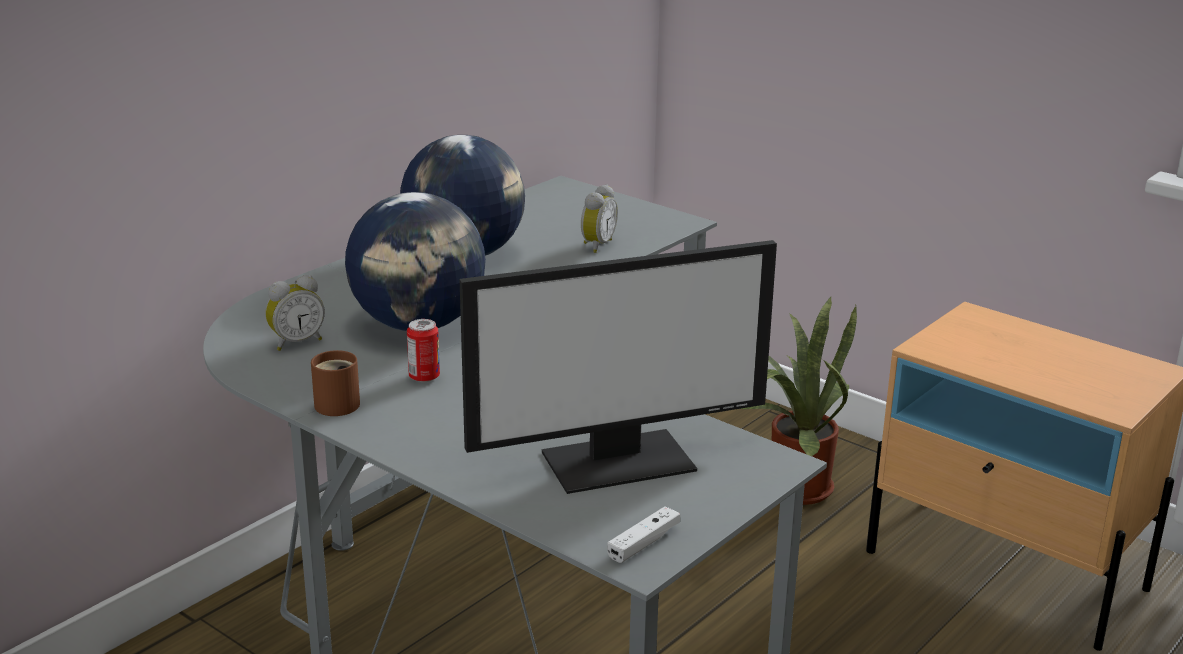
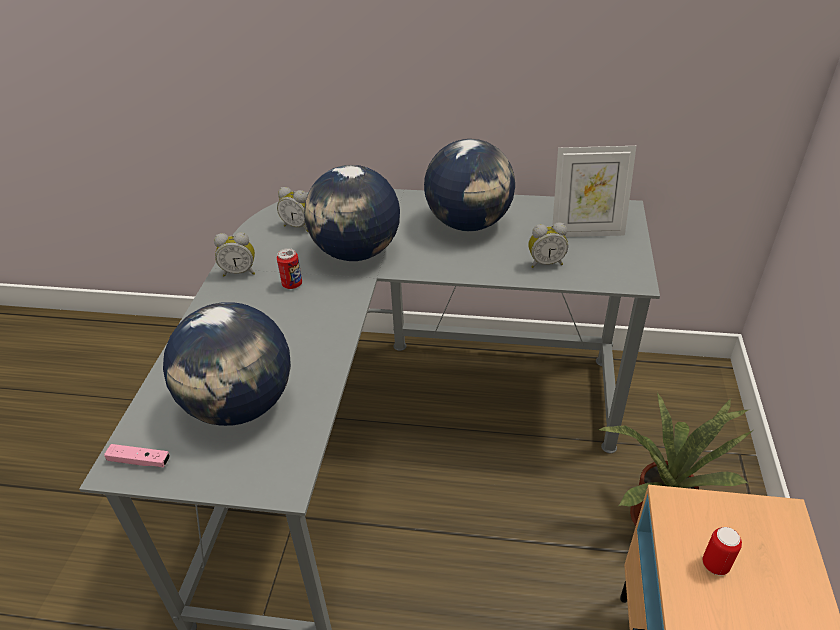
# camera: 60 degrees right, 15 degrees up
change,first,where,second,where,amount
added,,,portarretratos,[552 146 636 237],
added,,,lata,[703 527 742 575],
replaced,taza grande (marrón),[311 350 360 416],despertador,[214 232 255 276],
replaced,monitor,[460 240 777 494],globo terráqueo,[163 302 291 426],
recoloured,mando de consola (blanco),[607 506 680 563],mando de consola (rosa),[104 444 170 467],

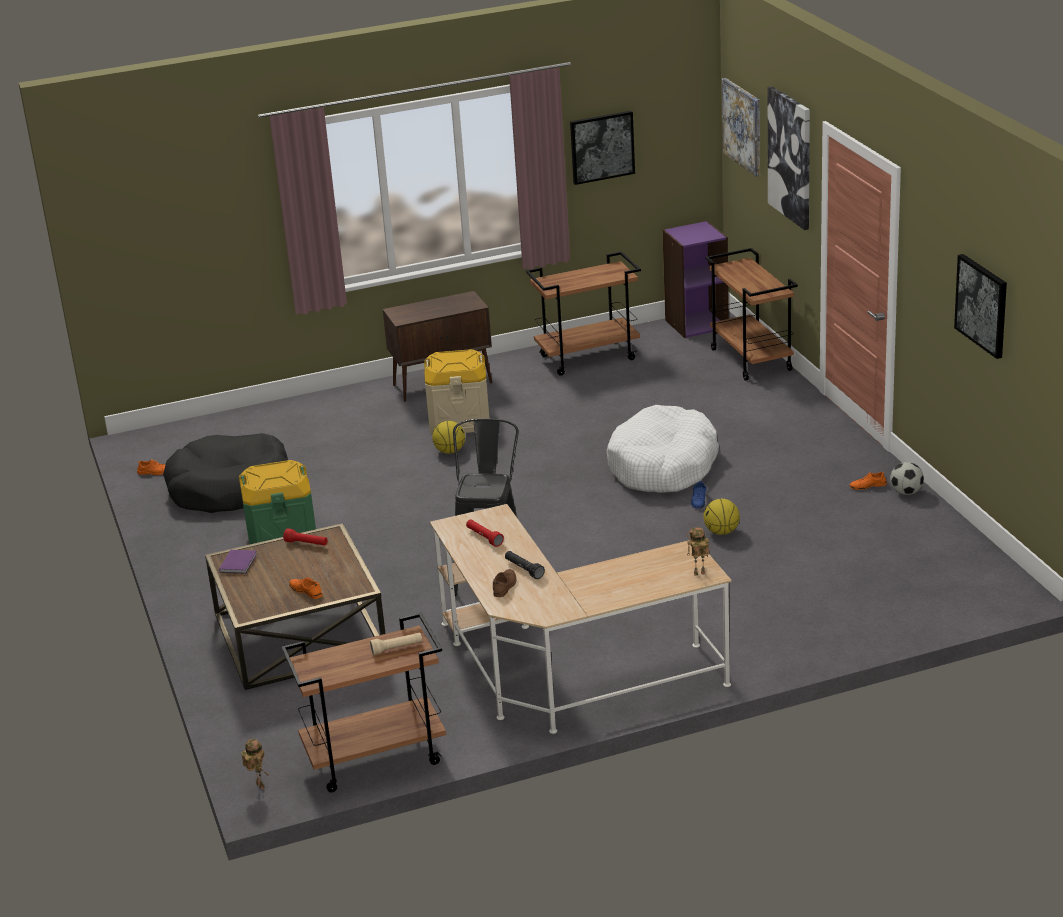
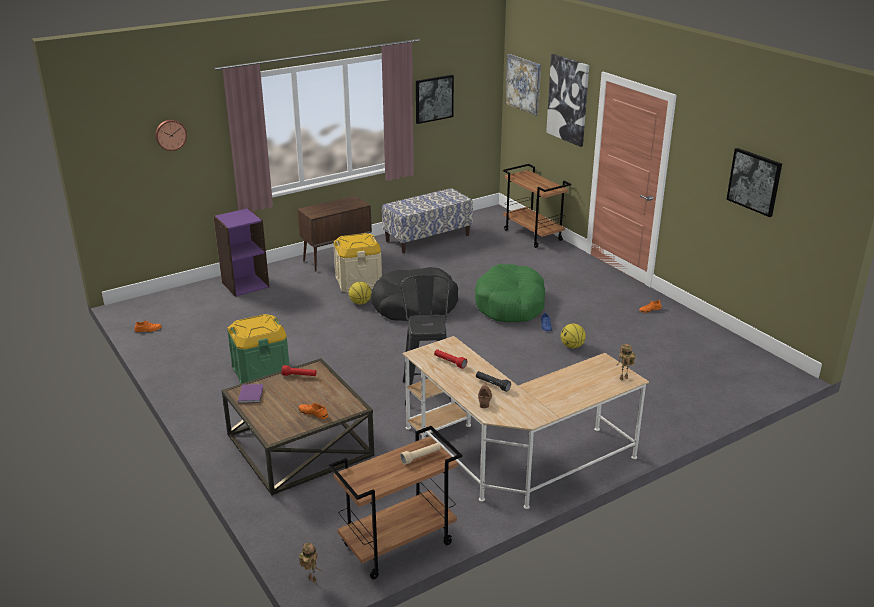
# camera: 15 degrees left, 0 degrees up
change,first,where,second,where,amount
removed,balón de fútbol,[890 462 924 495],,,
added,,,reloj de pared,[155 120 187 151],
moved,cama para perro (negro),[163 433 288 513],,[371 267 458 321],
moved,estantería (morado),[662 221 729 338],,[213 208 269 297],
replaced,carrito (marrón),[526 251 641 376],banco,[382 188 473 253],
recoloured,cama para perro (blanco),[607 405 719 493],cama para perro (verde),[475 264 545 322],

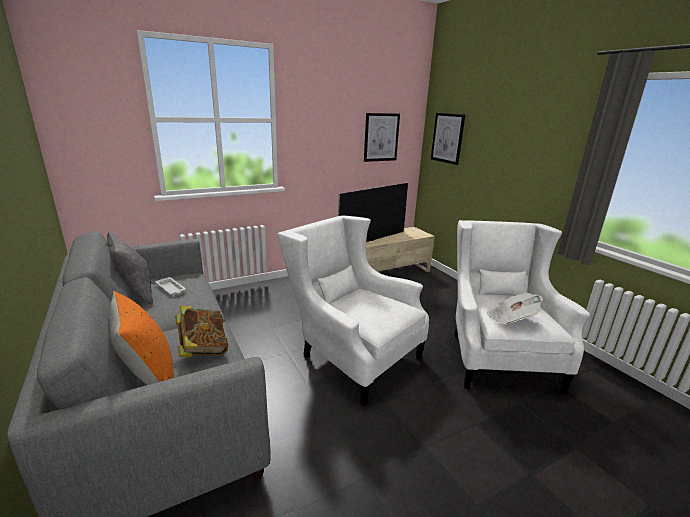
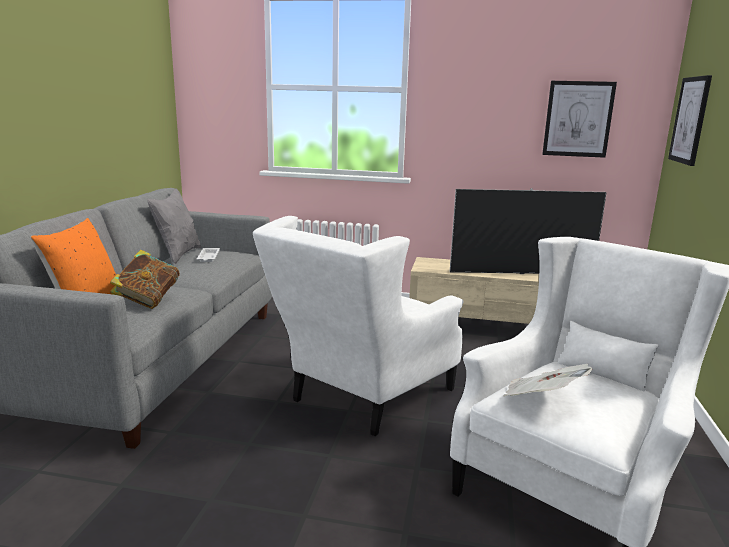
# camera: 40 degrees right, 5 degrees down
change,first,where,second,where,amount
turned,sillón (blanco),[277 216 429 407],,[253 216 463 437],135 degrees counterclockwise

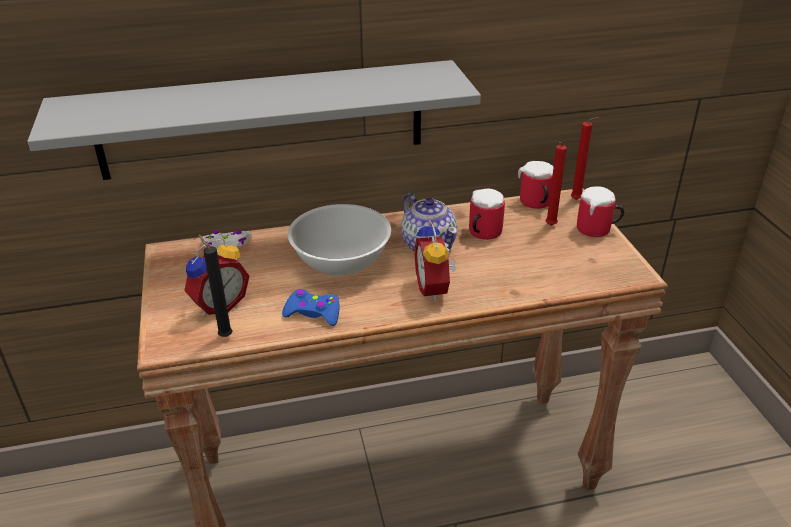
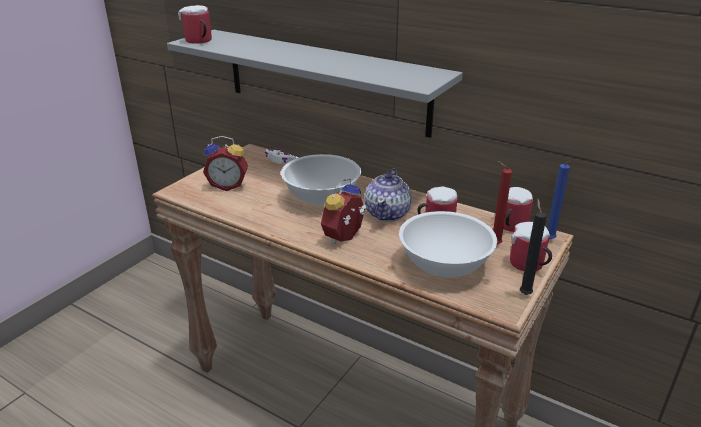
# camera: 45 degrees right, 5 degrees down
change,first,where,second,where,amount
removed,mando de consola (azul),[282 289 340 326],,,
added,,,taza grande,[178 5 212 44],
added,,,cuenco (blanco),[399 211 497 278],
moved,vela (negro),[199 235 233 337],,[520 199 547 295],
recoloured,vela (rojo),[571 117 598 200],vela (azul),[547 161 571 239],

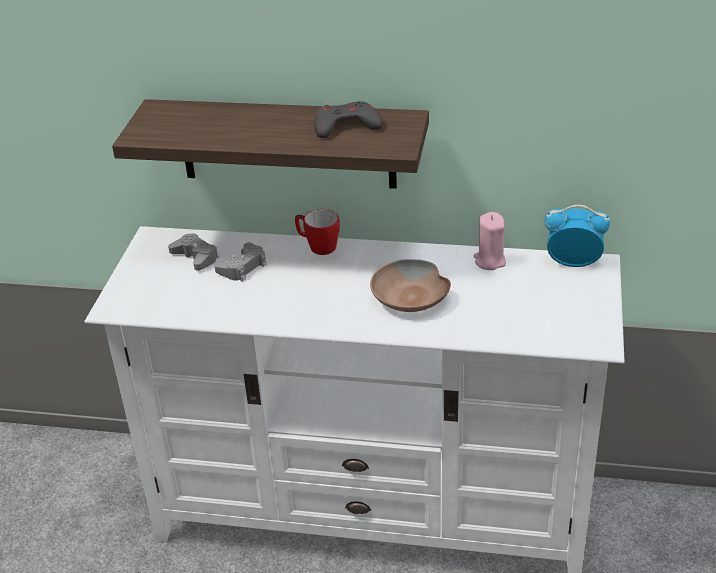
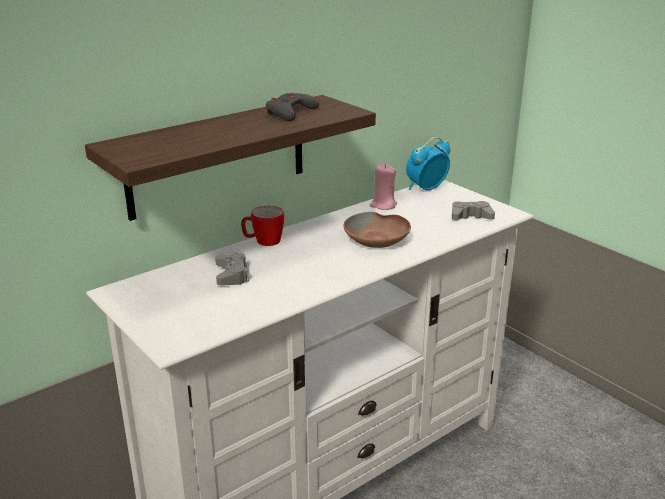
# camera: 50 degrees left, 10 degrees down
change,first,where,second,where,amount
moved,mando de consola (gris),[168 233 219 271],,[452 201 495 220],

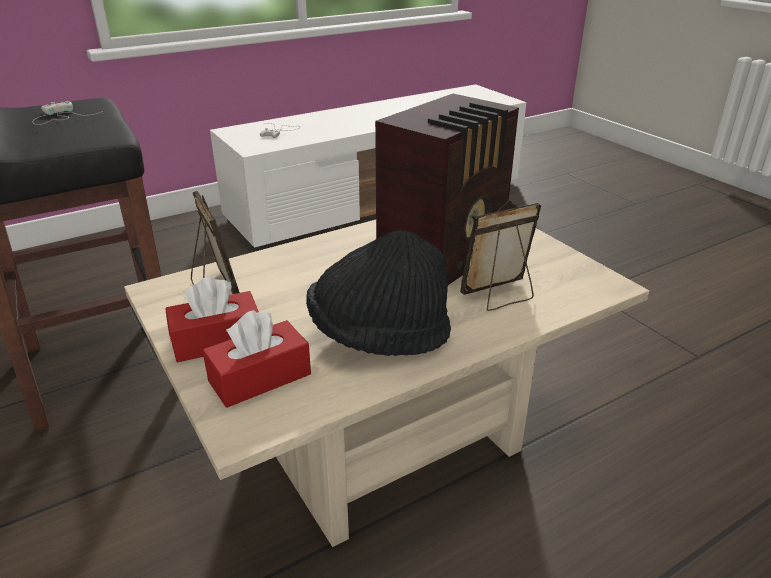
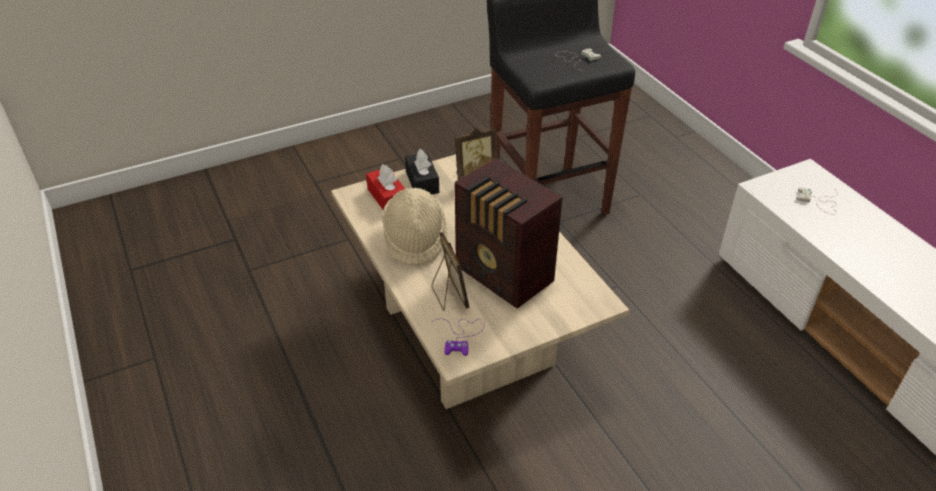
# camera: 95 degrees right, 10 degrees up
change,first,where,second,where,amount
added,,,mando de consola (morado),[433 319 485 356],
recoloured,caja de pañuelos (rojo),[165 276 259 362],caja de pañuelos (negro),[405 149 439 194],
recoloured,sombrero (negro),[306 230 451 356],sombrero (beis),[382 188 447 266],

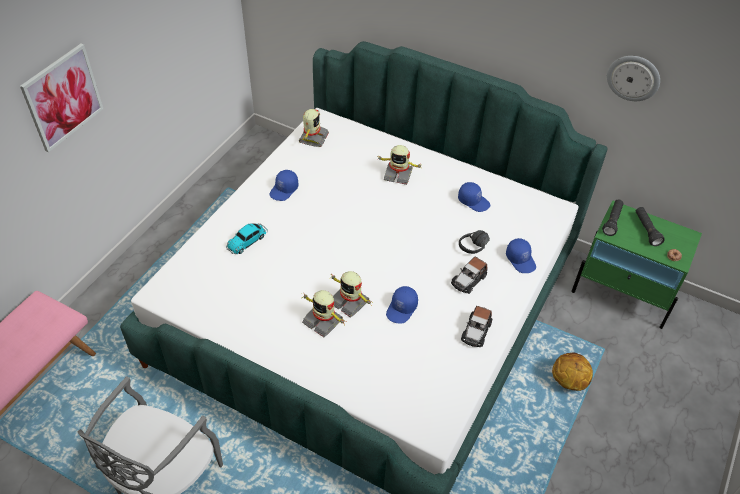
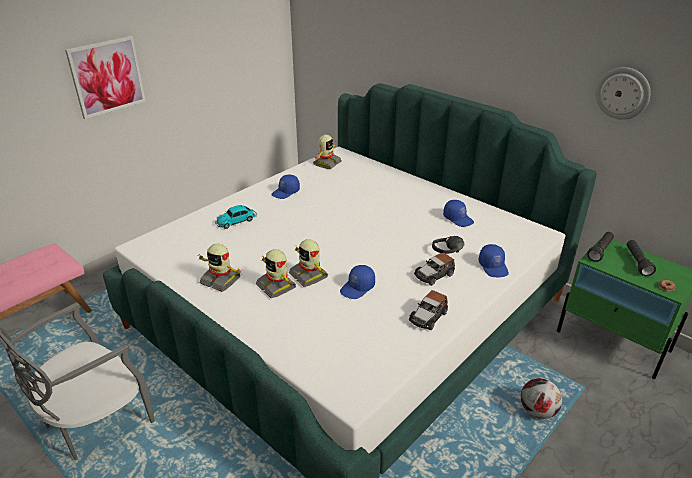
# camera: 15 degrees right, 15 degrees down
change,first,where,second,where,amount
moved,robot de juguete,[376 145 421 185],,[198 244 243 292],
replaced,balón de baloncesto,[552 352 593 391],balón de fútbol,[521 378 562 419],

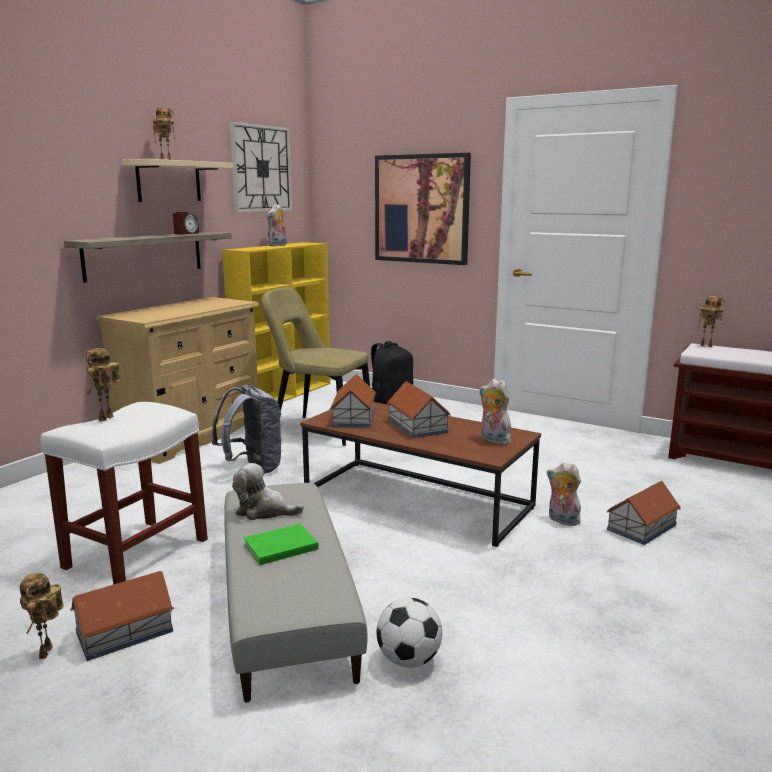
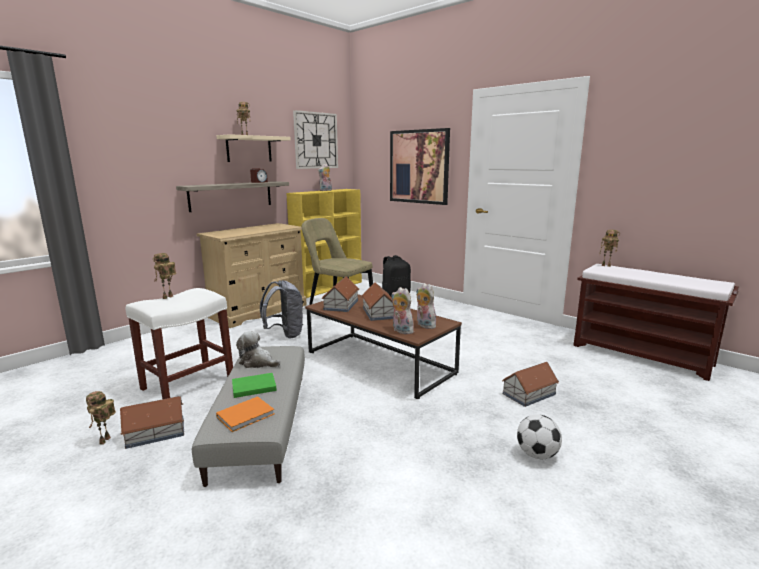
# camera: 10 degrees right, 0 degrees up
change,first,where,second,where,amount
added,,,libro (naranja),[216 396 274 432],
moved,balón de fútbol,[377 598 442 668],,[517 414 562 459],
moved,peluche,[547 462 581 526],,[391 287 414 334],

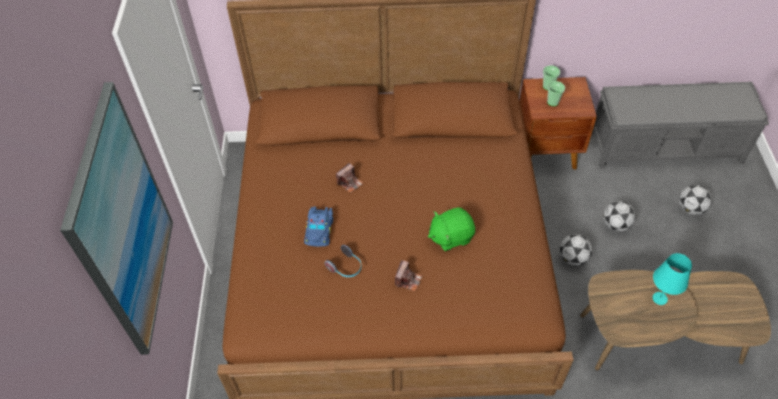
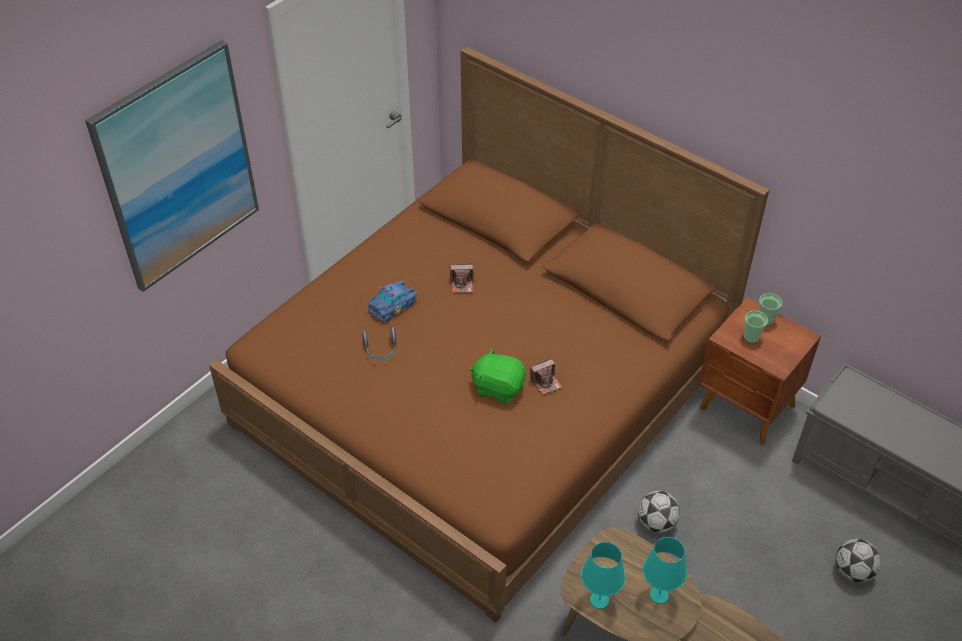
# camera: 40 degrees right, 5 degrees down
change,first,where,second,where,amount
removed,balón de fútbol,[604 201 636 232],,,
added,,,lámpara de mesa (turquesa),[581 542 625 609],
moved,cámara,[395 260 422 292],,[530 358 562 395],

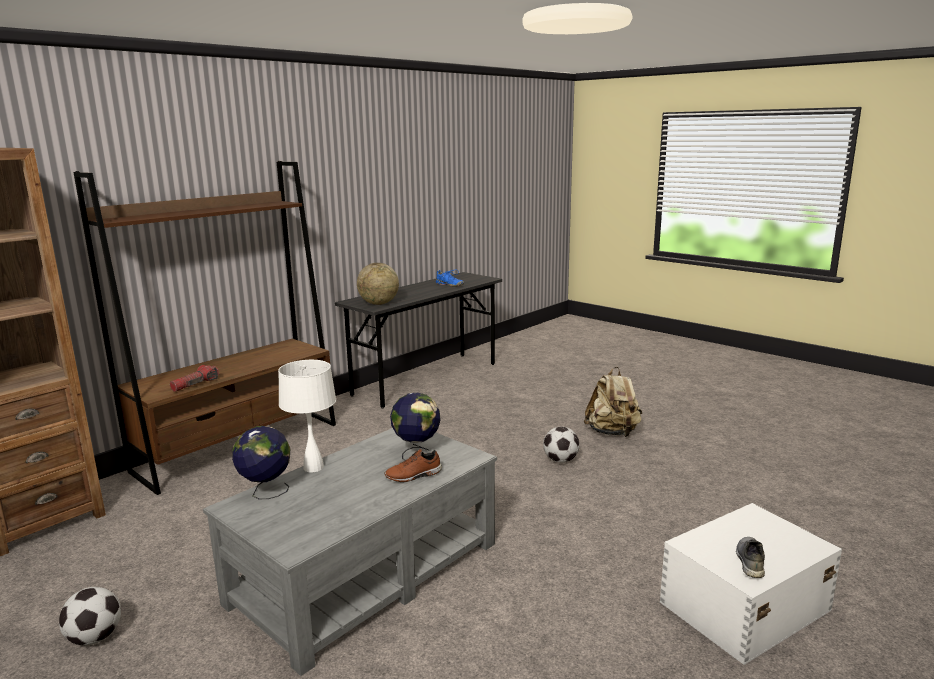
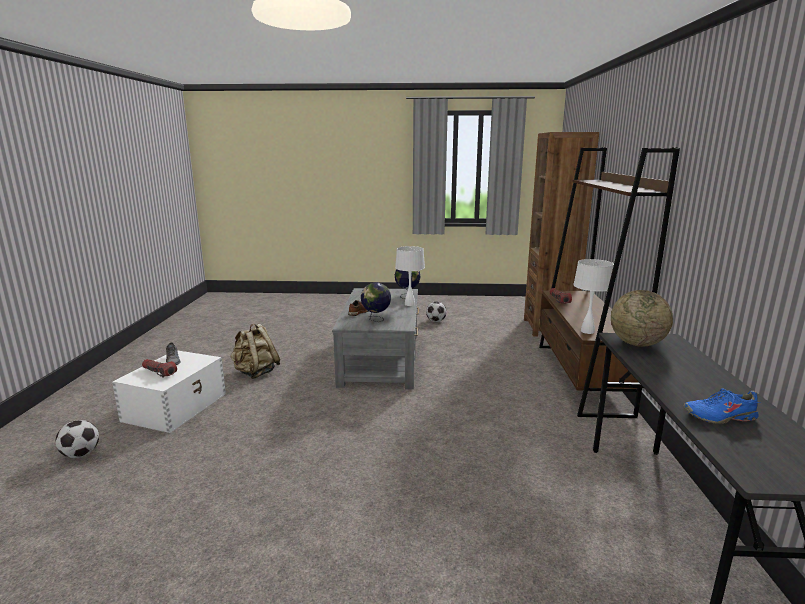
# camera: 140 degrees right, 0 degrees up
change,first,where,second,where,amount
added,,,linterna,[142 359 177 378],
added,,,lámpara de mesa (blanco),[573 259 614 334],
moved,balón de fútbol,[543 426 580 463],,[56 420 99 458],
moved,mochila (beis),[584 367 642 437],,[230 324 280 379],

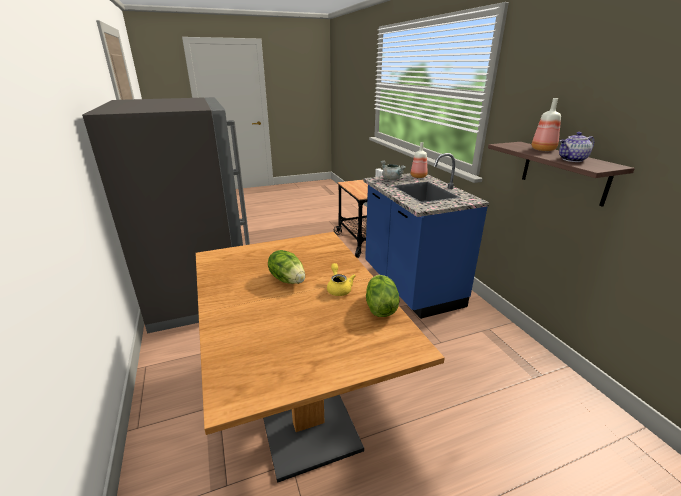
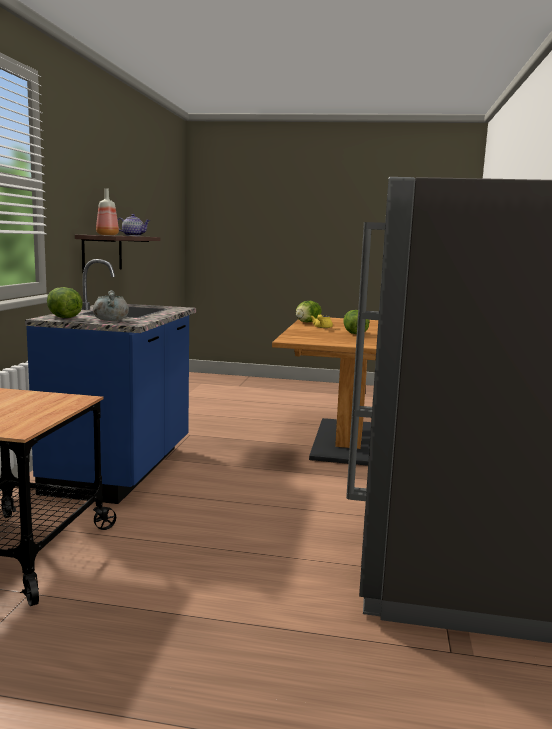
# camera: 150 degrees left, 15 degrees down
change,first,where,second,where,amount
replaced,botella,[411 142 427 178],lechuga,[47 287 82 318],

